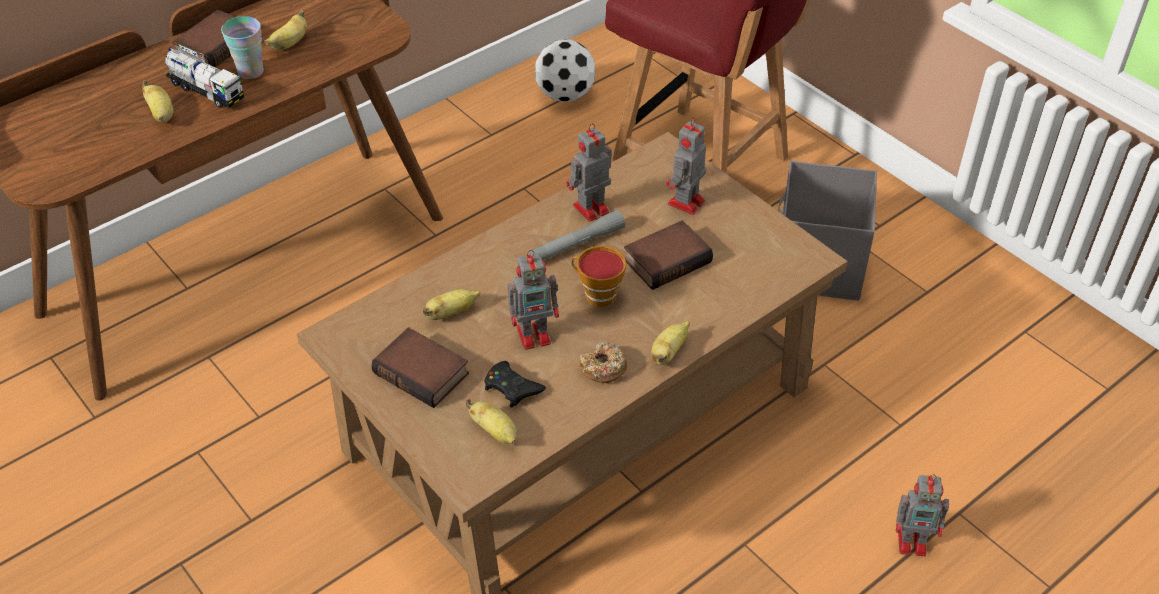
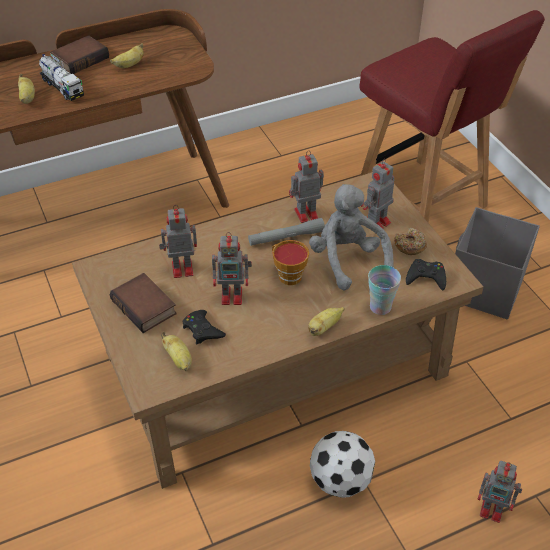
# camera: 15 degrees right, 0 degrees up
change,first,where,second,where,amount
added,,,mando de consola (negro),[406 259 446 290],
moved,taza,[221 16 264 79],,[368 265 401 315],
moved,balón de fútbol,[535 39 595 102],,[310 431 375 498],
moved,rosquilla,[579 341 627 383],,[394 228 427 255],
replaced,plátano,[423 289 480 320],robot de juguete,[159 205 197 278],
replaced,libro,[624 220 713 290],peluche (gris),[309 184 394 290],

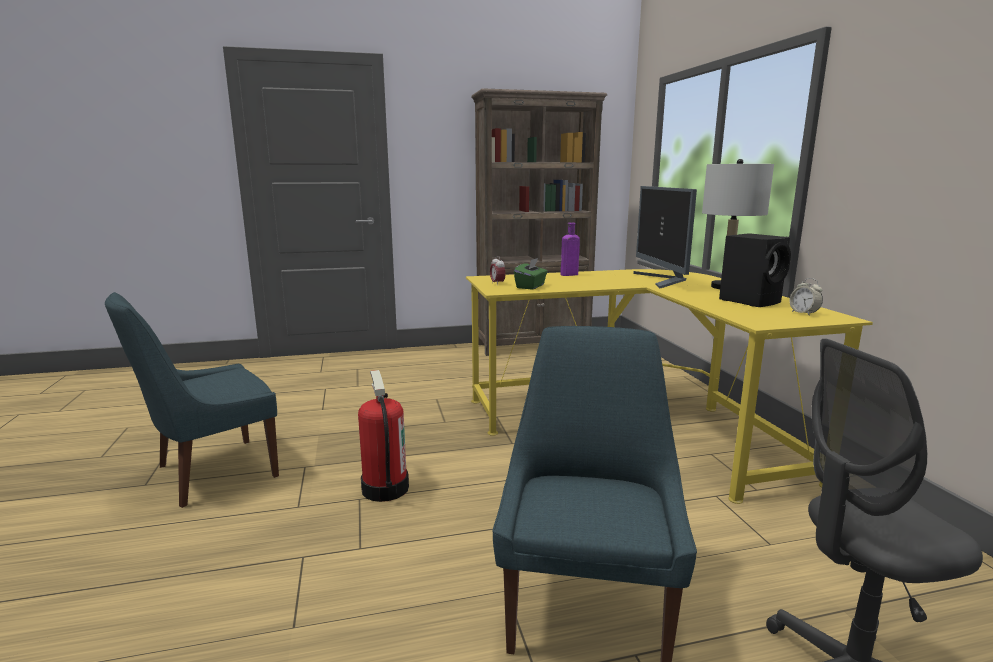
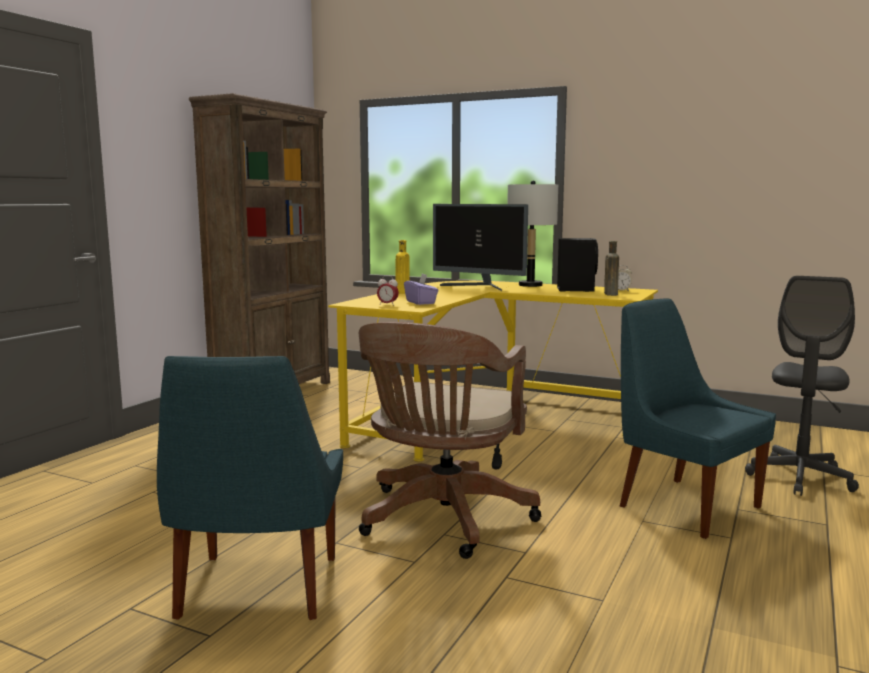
# camera: 50 degrees left, 5 degrees down
change,first,where,second,where,amount
added,,,botella (marrón),[604 241 619 296],
replaced,extintor,[358 370 409 502],silla de oficina (marrón),[359 322 541 559],
recoloured,caja de pañuelos (verde),[514 258 548 290],caja de pañuelos (morado),[404 274 439 305],
recoloured,botella (morado),[561 223 580 276],botella (amarillo),[395 240 410 294],

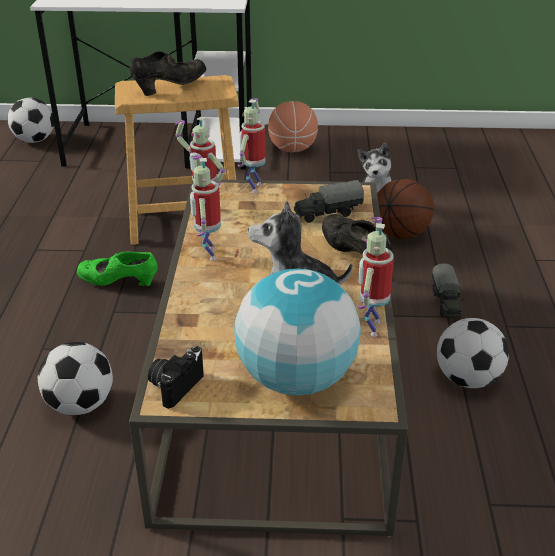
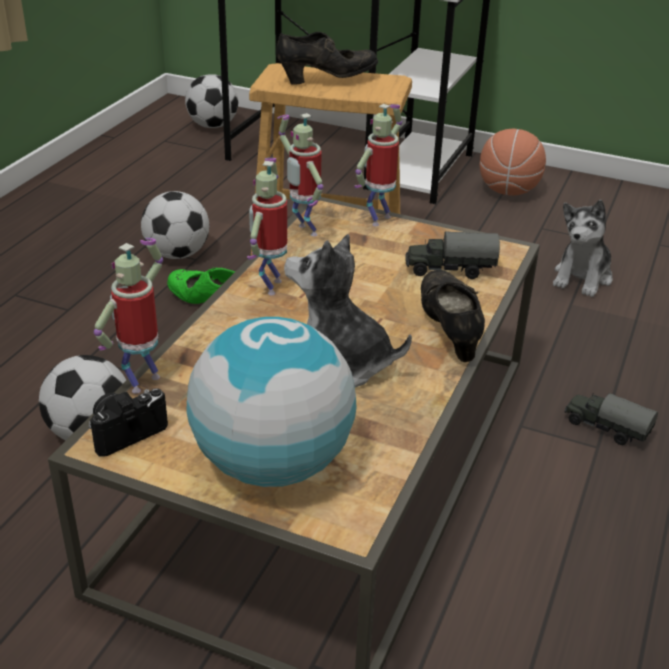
# camera: 20 degrees right, 0 degrees up
change,first,where,second,where,amount
removed,balón de baloncesto,[377 179 434 239],,,
moved,robot de juguete,[357 217 394 337],,[94 238 163 394],
moved,balón de fútbol,[437 318 509 388],,[141 191 209 259],
turned,camión de juguete,[432 264 464 317],,[565 392 658 445],105 degrees clockwise

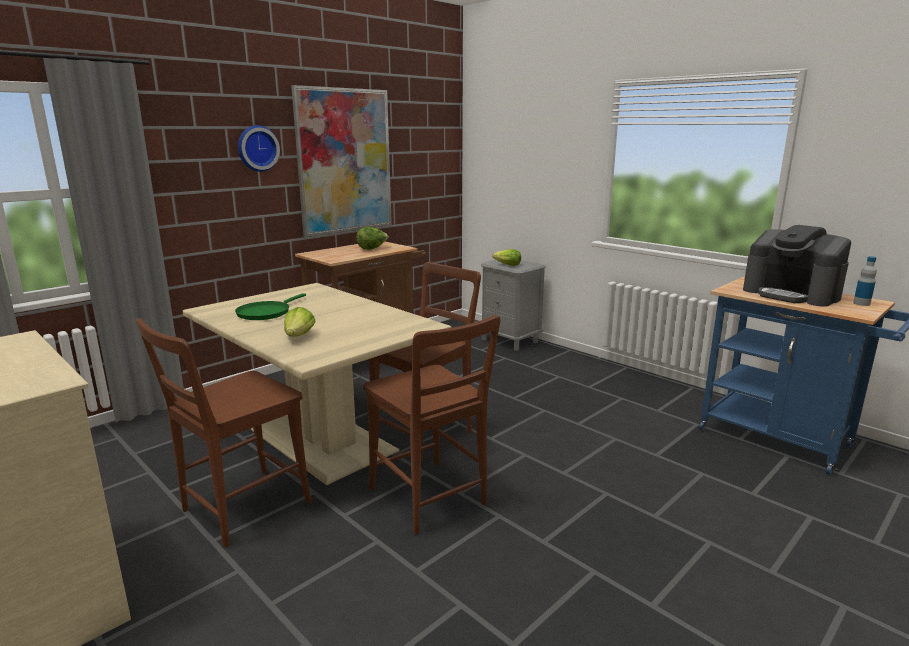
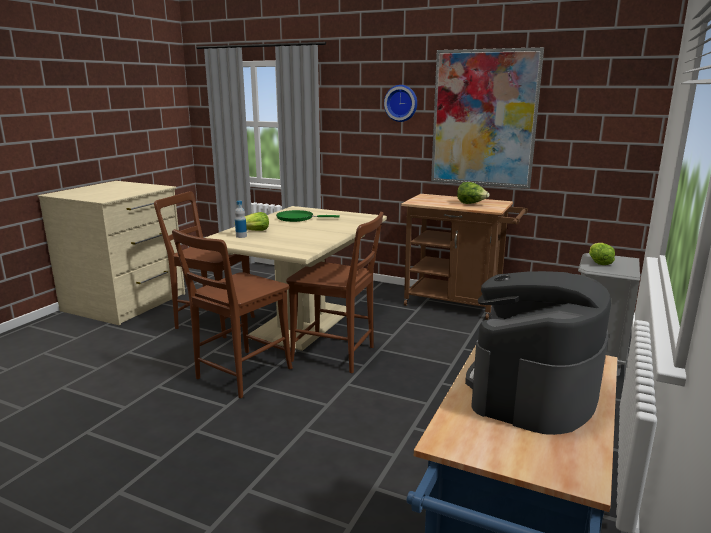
# camera: 70 degrees right, 0 degrees up
change,first,where,second,where,amount
moved,botella,[853 256 877 306],,[235 201 247 238],

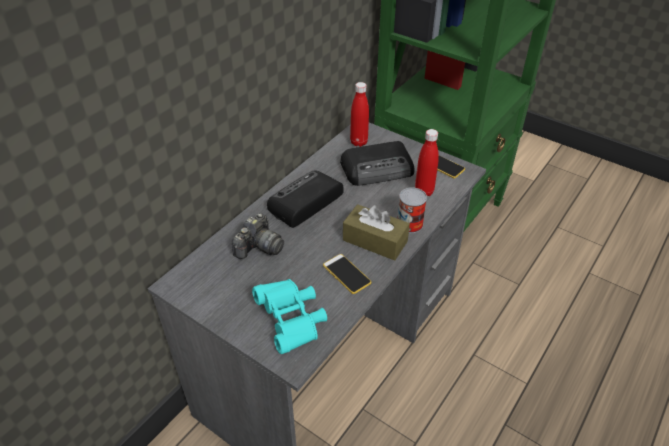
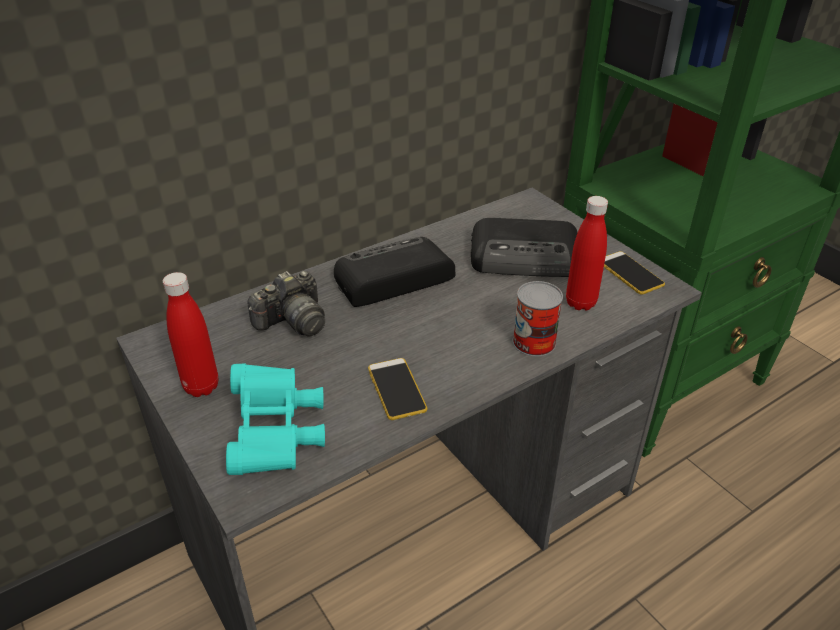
# camera: 20 degrees right, 5 degrees down
change,first,where,second,where,amount
removed,caja de pañuelos (marrón),[343 204 410 261],,,
moved,botella (rojo),[350 82 369 147],,[163 272 218 397],

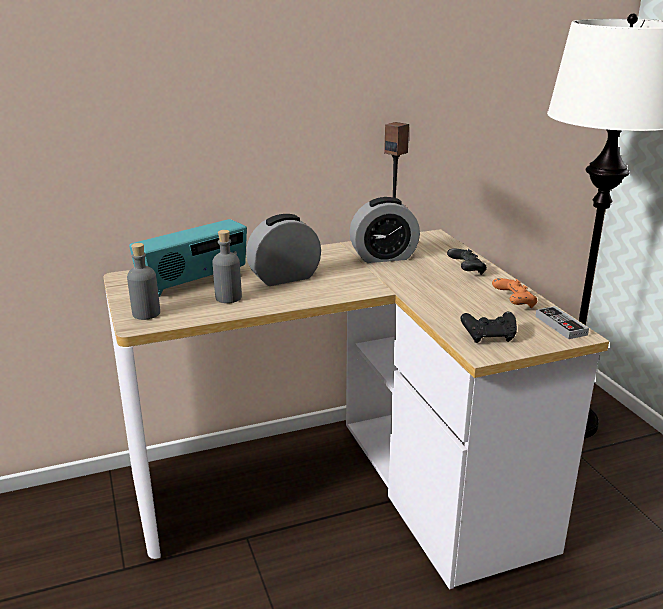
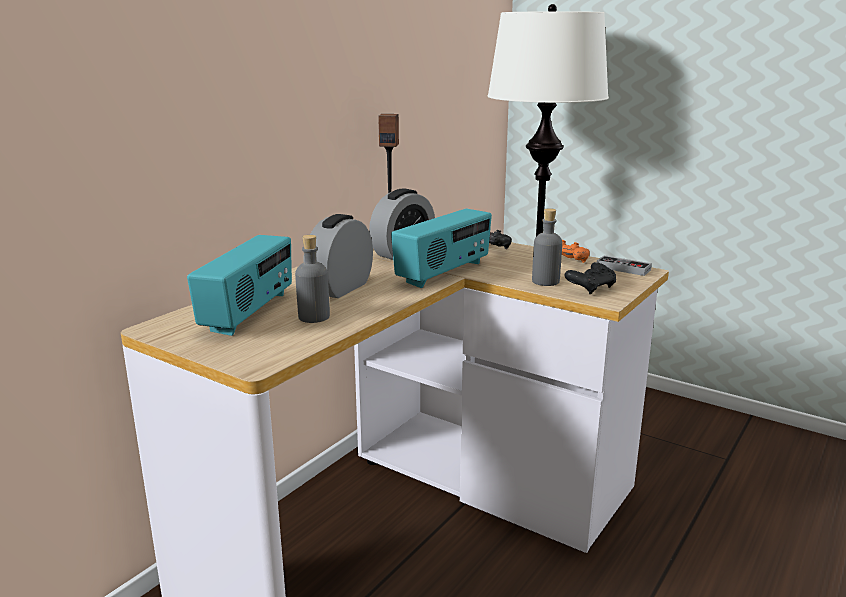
# camera: 35 degrees left, 5 degrees down
change,first,where,second,where,amount
added,,,radio,[391 208 492 288],
moved,botella (gris),[127 243 160 320],,[532 208 562 286],

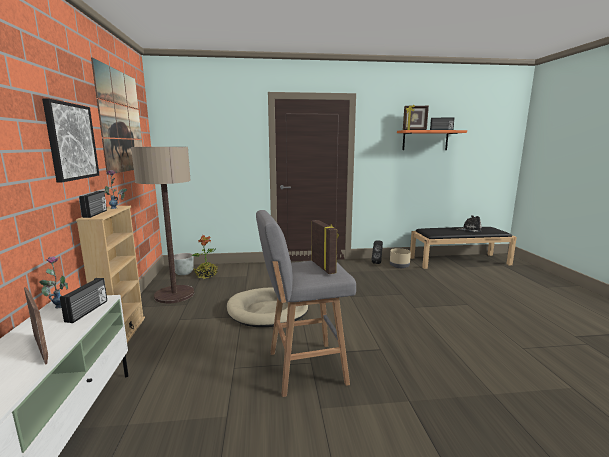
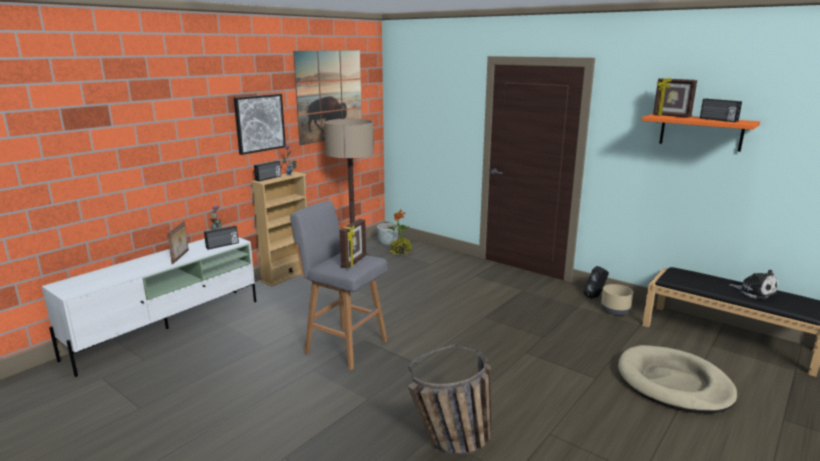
# camera: 45 degrees right, 5 degrees up
change,first,where,second,where,amount
added,,,cesta,[407 344 491 455],
moved,cama para perro (beis),[227 287 308 327],,[618 345 738 413],

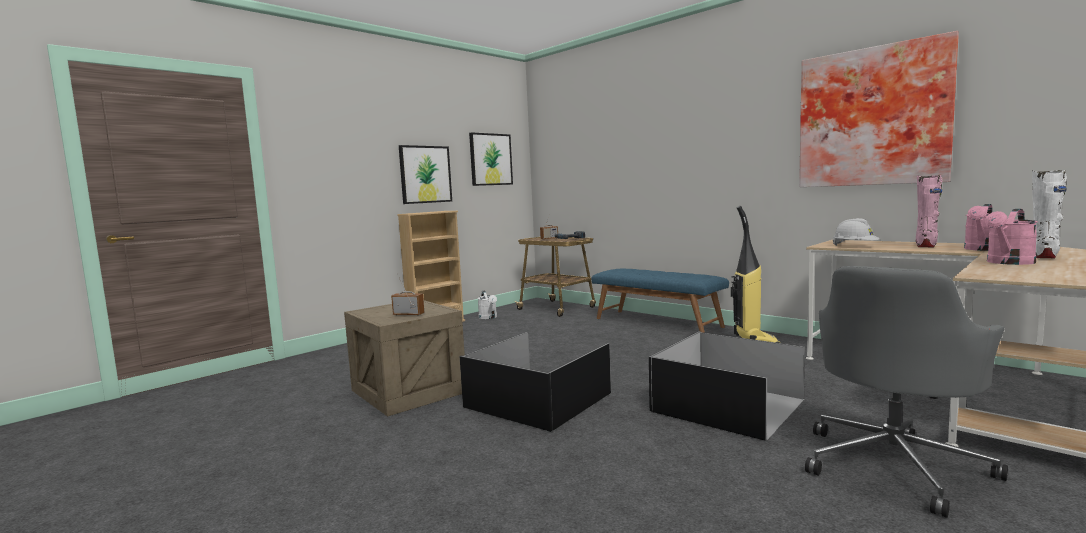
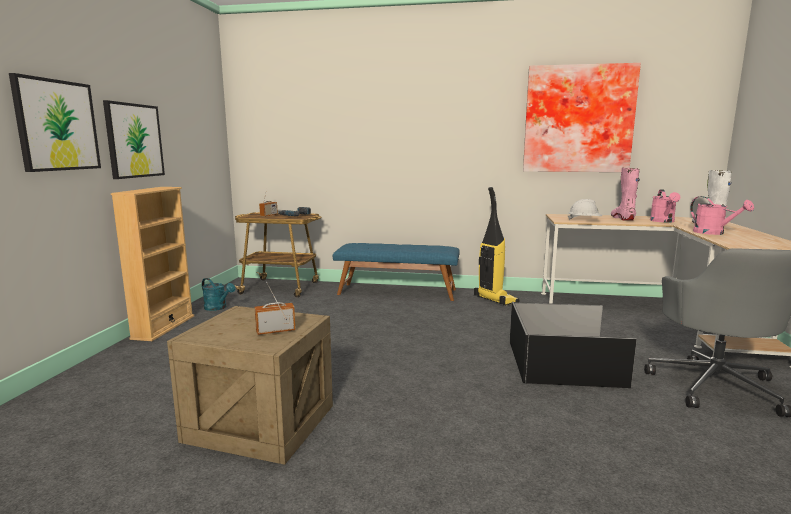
# camera: 35 degrees left, 5 degrees up
change,first,where,second,where,amount
removed,caja de almacenaje (negro),[460 332 611 432],,,
moved,cuadro,[469 132 513 186],,[9 73 101 172],
recoloured,regadera (blanco),[478 291 497 319],regadera (turquesa),[202 278 235 311],
turned,regadera (rosa),[985 209 1038 265],,[690 196 754 235],45 degrees counterclockwise

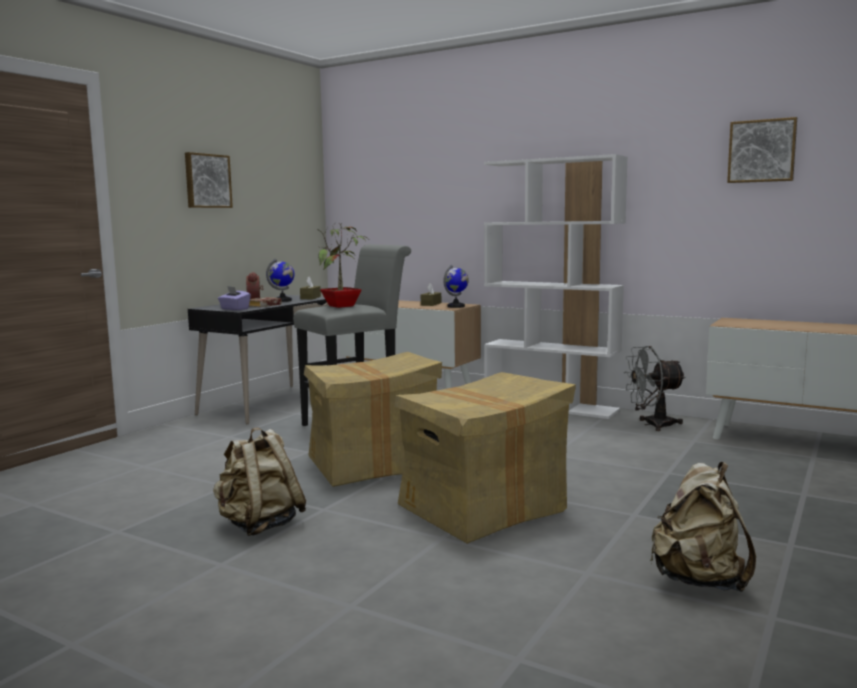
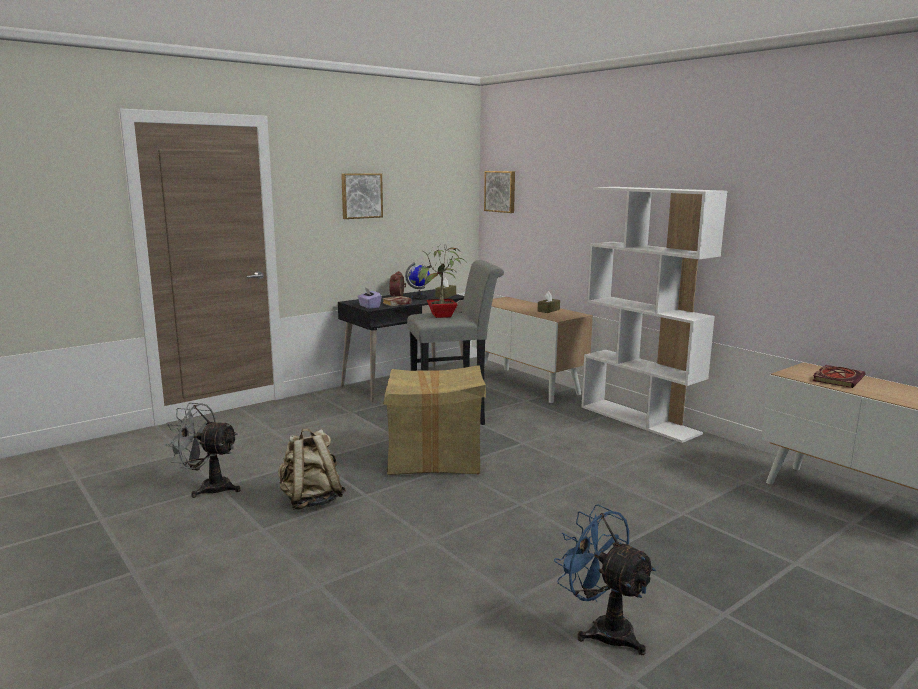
# camera: 20 degrees right, 5 degrees up
change,first,where,second,where,amount
removed,caja de cartón,[394 372 576 544],,,
removed,globo terráqueo,[443 265 469 308],,,
added,,,libro,[812 365 866 388],
moved,ventilador (gris),[624 346 686 431],,[165 403 240 498],
moved,cuadro,[727 117 797 183],,[484 171 515 213],
replaced,mochila (beis),[650 462 756 592],ventilador (azul),[554 504 656 655],

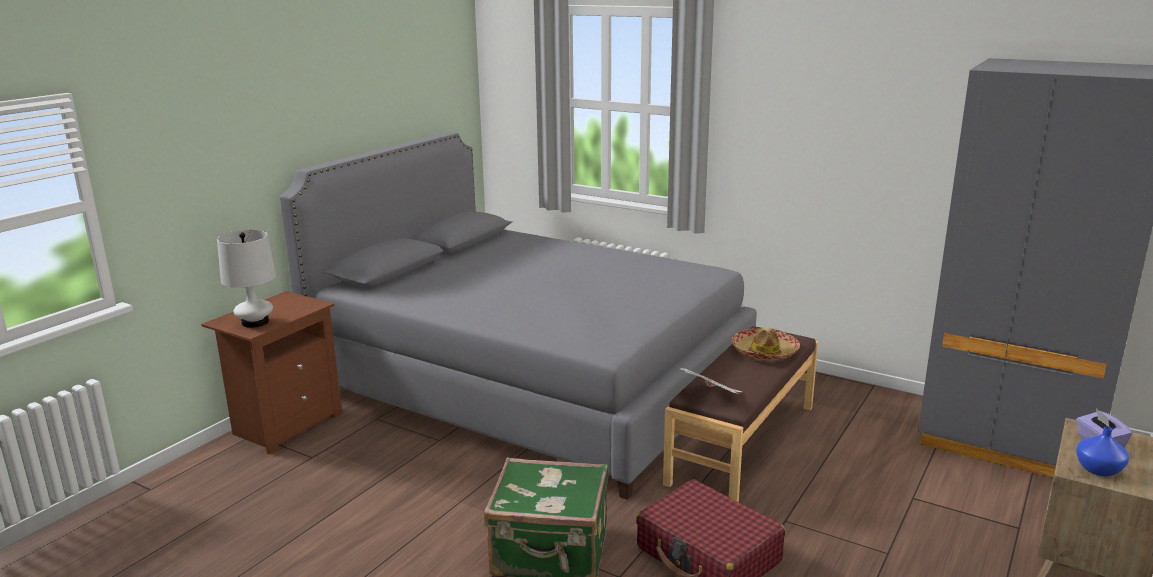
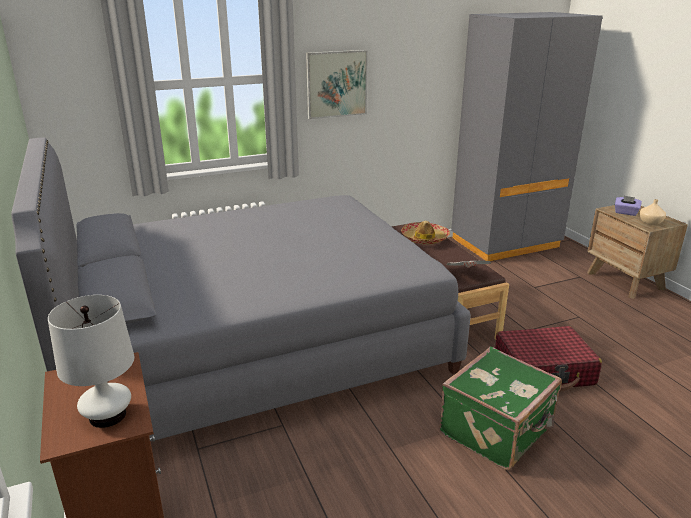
# camera: 55 degrees left, 5 degrees up
change,first,where,second,where,amount
added,,,cuadro,[306 50 368 119],
recoloured,florero (azul),[1076 427 1129 476],florero (beis),[640 199 666 225],

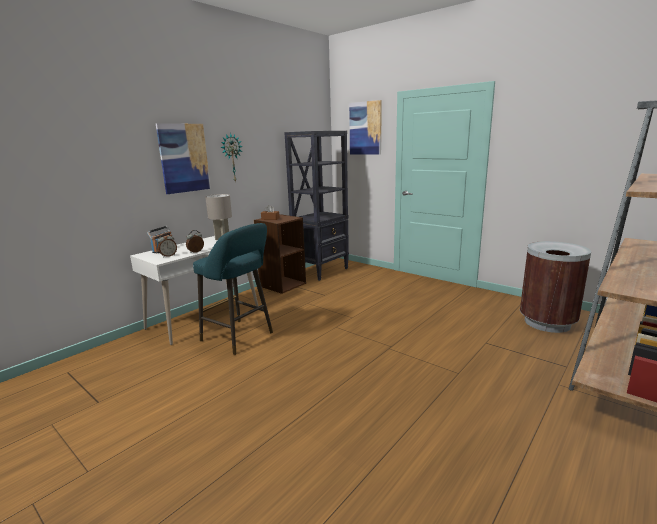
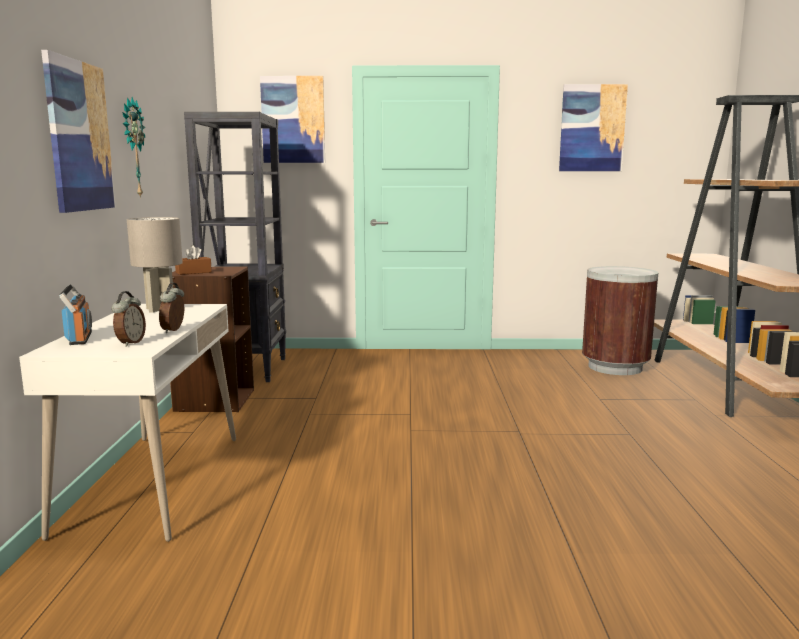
# camera: 40 degrees left, 5 degrees down
change,first,where,second,where,amount
removed,taburete (turquesa),[193 223 273 355],,,
added,,,cuadro,[559 84 628 171],

